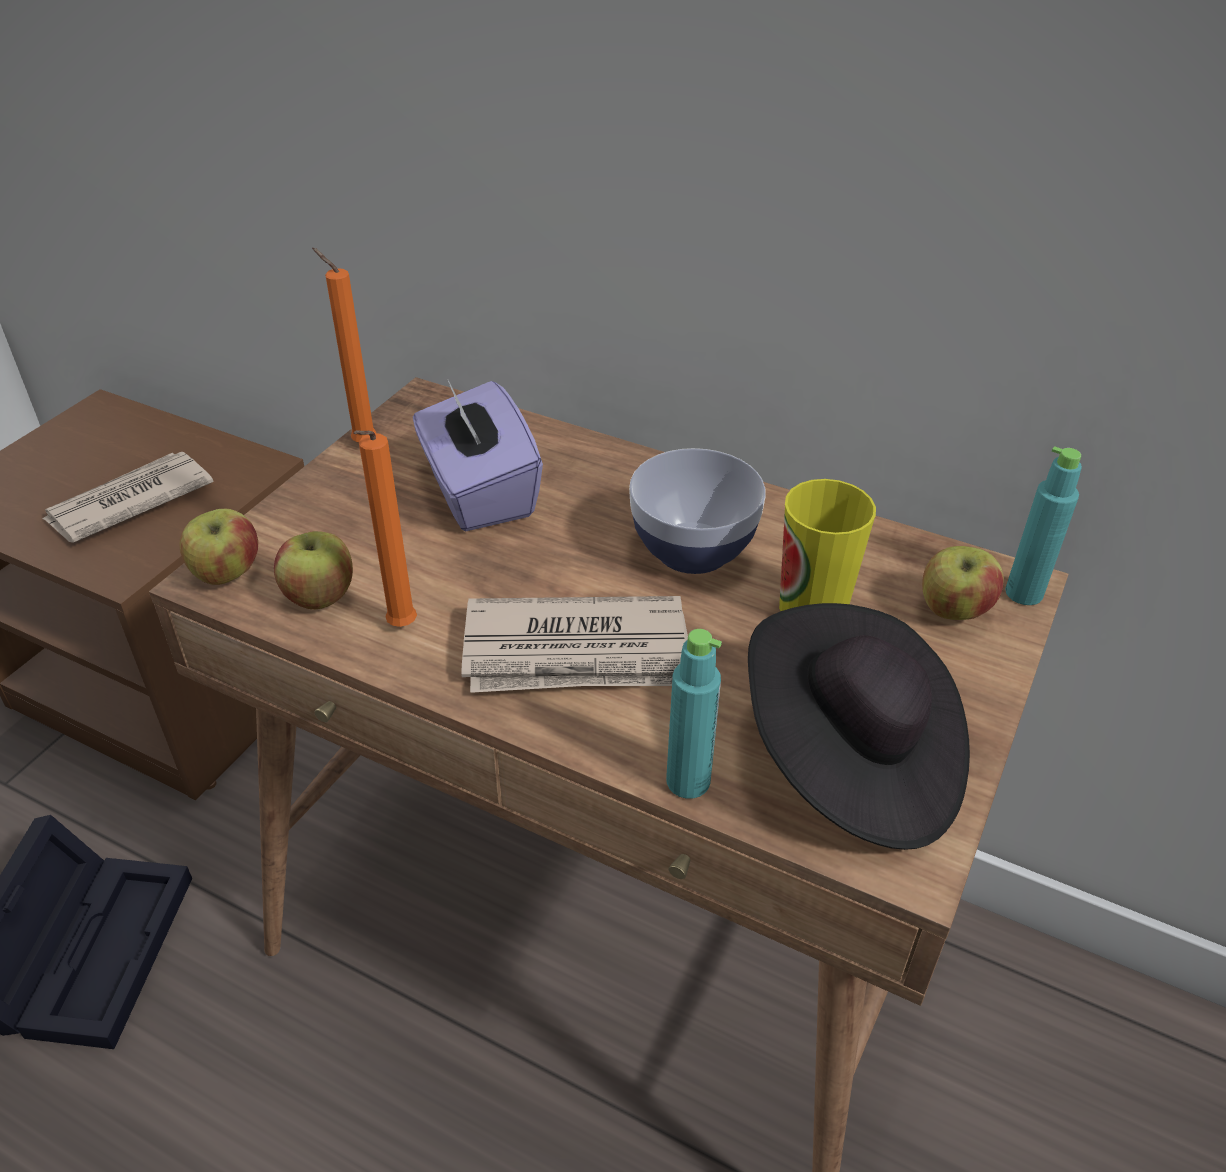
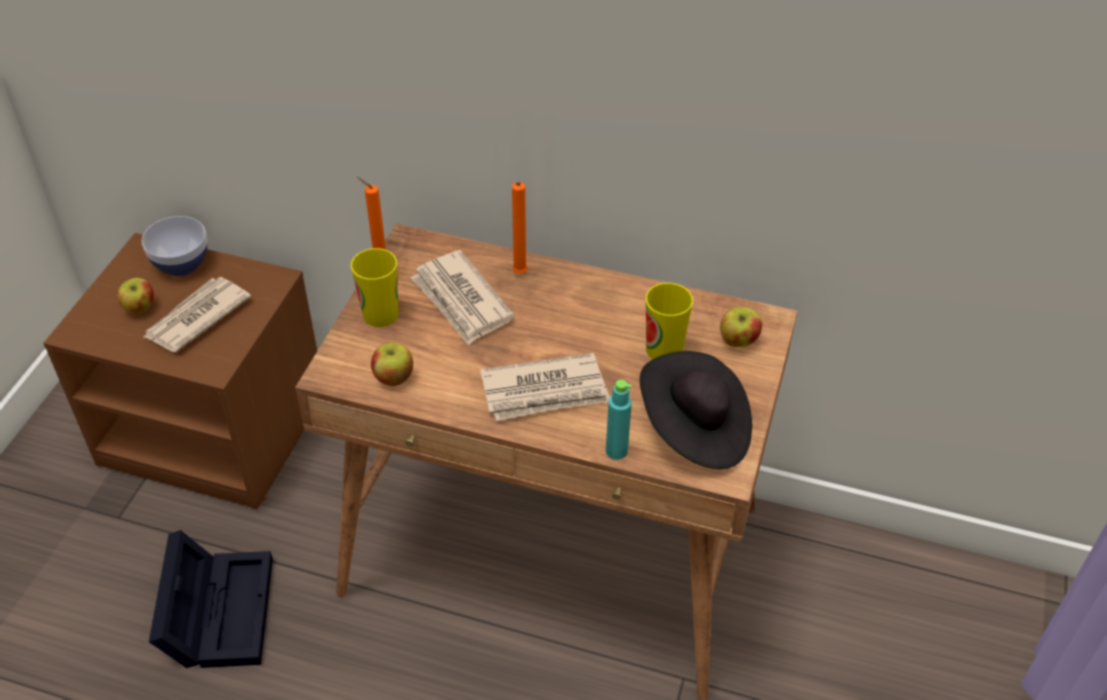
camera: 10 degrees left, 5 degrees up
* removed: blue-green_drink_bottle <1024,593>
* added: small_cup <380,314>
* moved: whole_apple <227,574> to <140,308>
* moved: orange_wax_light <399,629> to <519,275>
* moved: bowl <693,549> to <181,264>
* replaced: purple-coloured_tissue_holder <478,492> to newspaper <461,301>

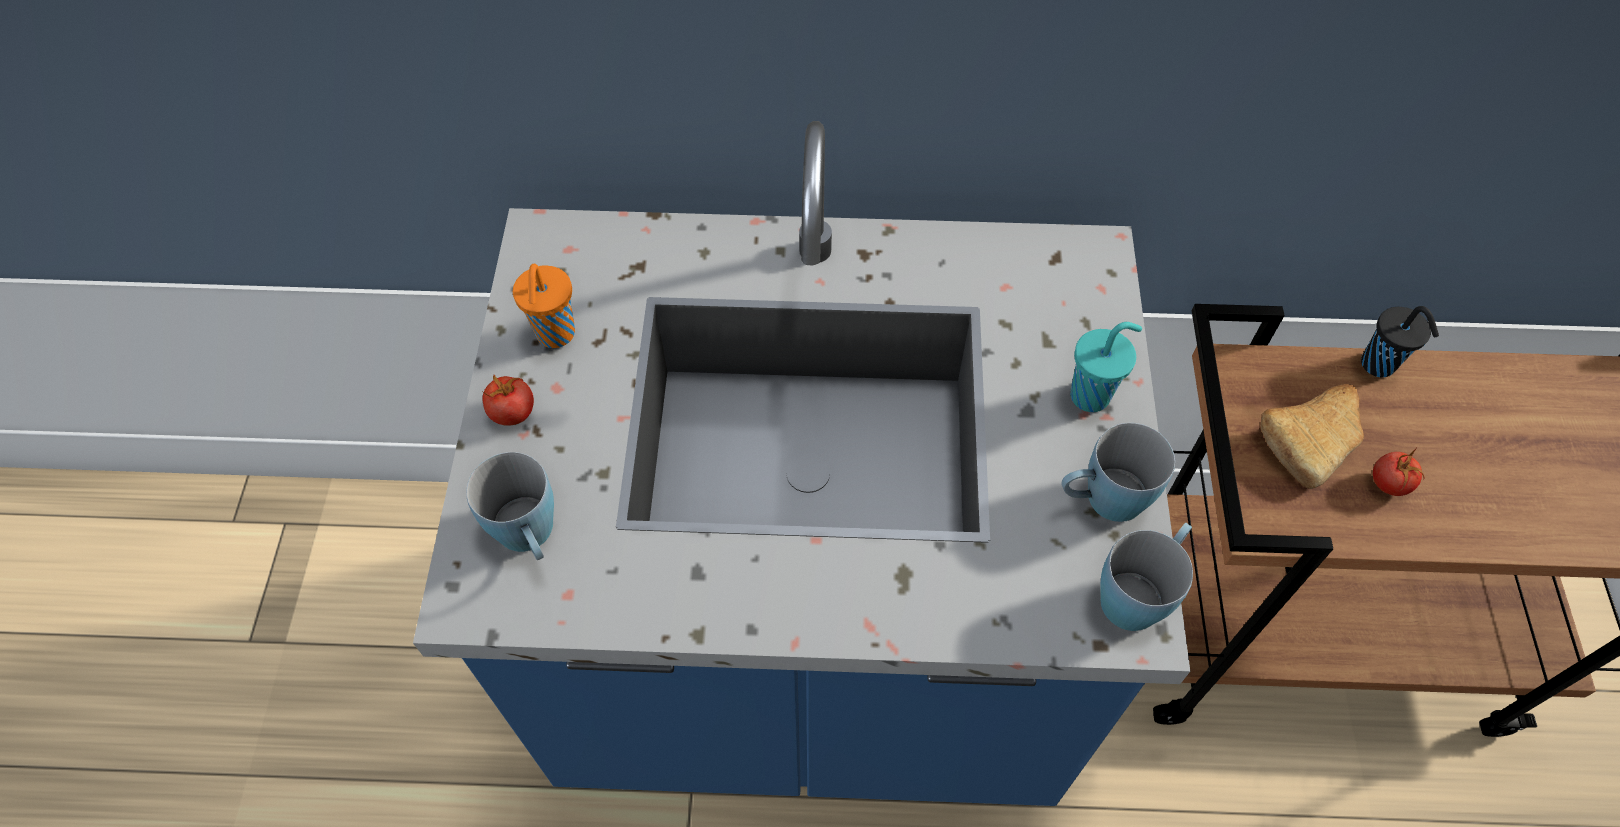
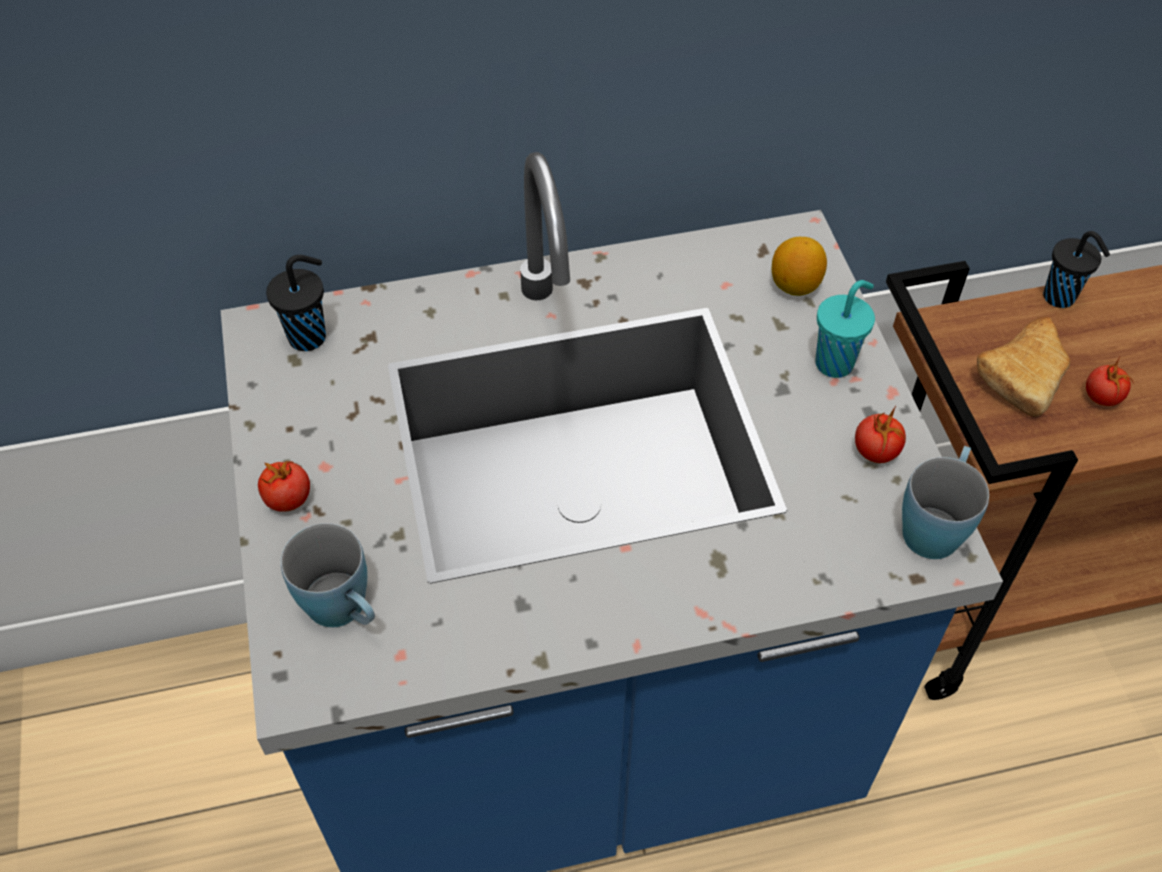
camera: 15 degrees left, 5 degrees down
* removed: orange_small_cup <555,335>
* added: black-coloured_small_cup <310,336>
* added: citrus_fruit <795,285>
* replaced: bluish_tea_mug <1102,500> to whole_tomato <875,452>

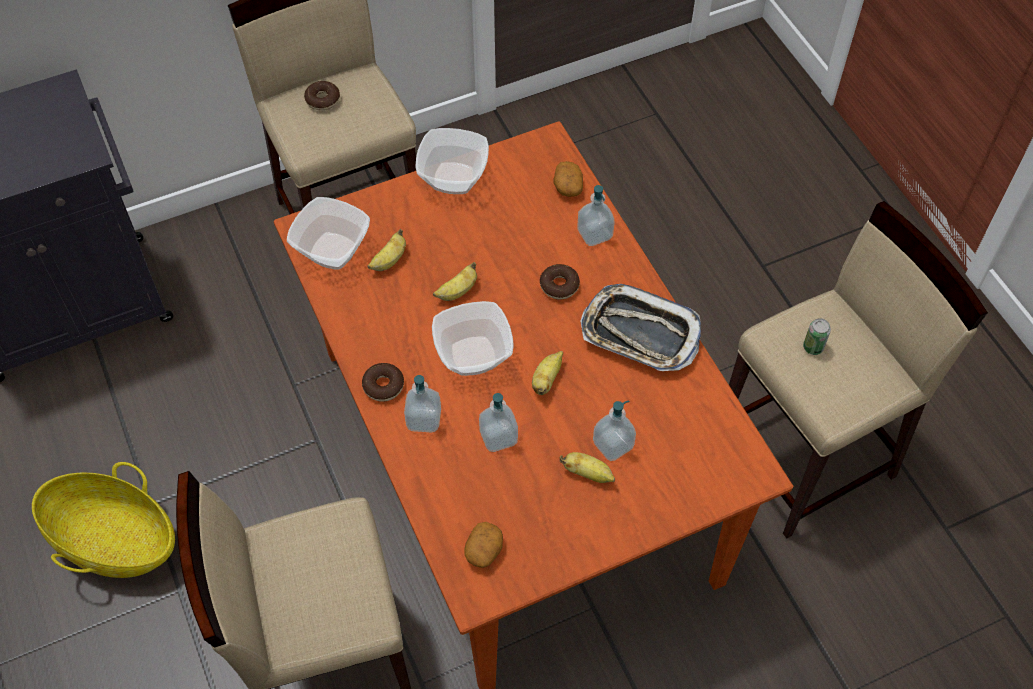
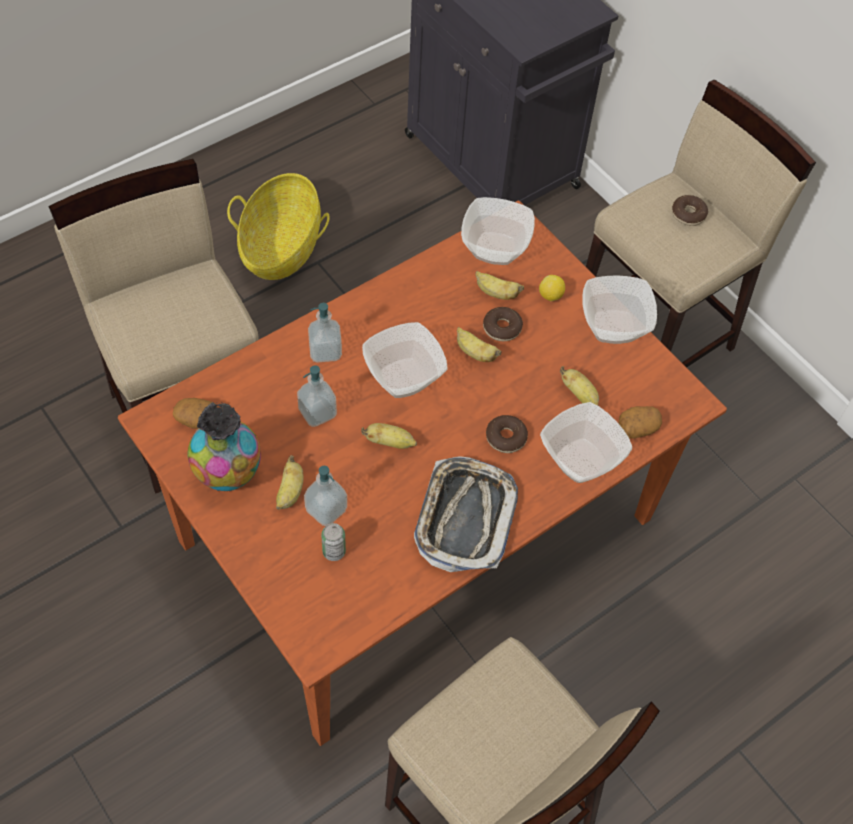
camera: 75 degrees right, 0 degrees up
* added: vase <228,476>
* added: citrus_fruit <550,296>
* added: banana_fruit <580,395>
* moved: ring_doughnut <383,386> to <502,328>
* moved: metal_can <813,347> to <334,551>
* replaced: liquid_soap_bottle <594,234> to bowl <582,461>

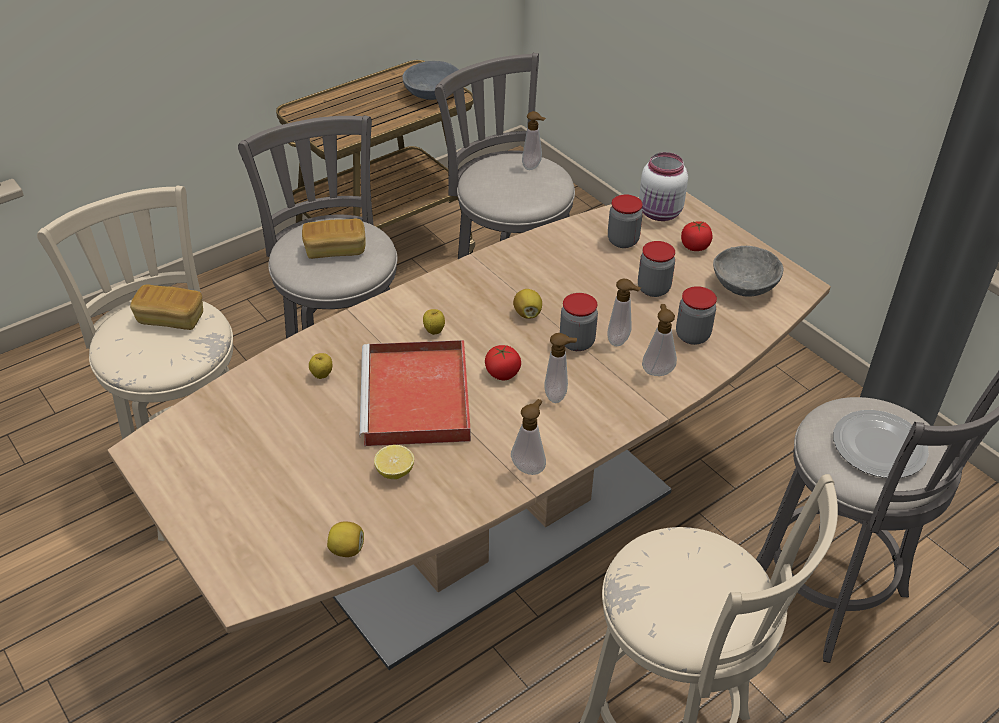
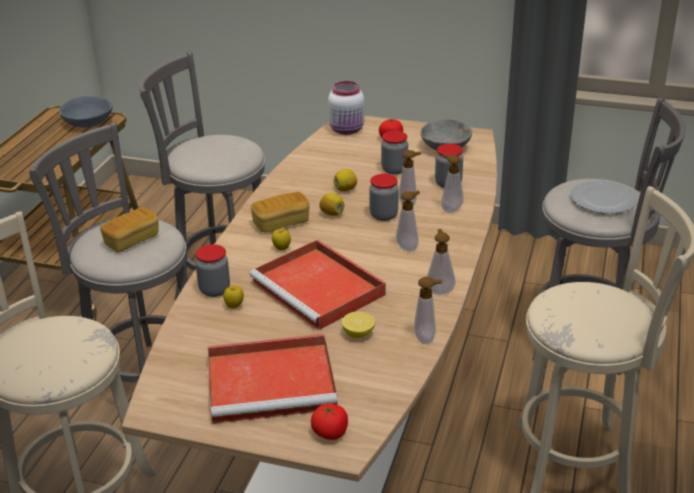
camera: 35 degrees left, 10 degrees down
* added: red_carrying_tray <274,382>
* moved: bread <171,319> to <281,223>
* moved: citrus_fruit <347,549> to <345,189>
* moved: whole_tomato <502,373> to <330,432>
* moved: liquid_soap_bottle <533,167> to <427,338>
* moved: storage_jar <623,241> to <214,290>

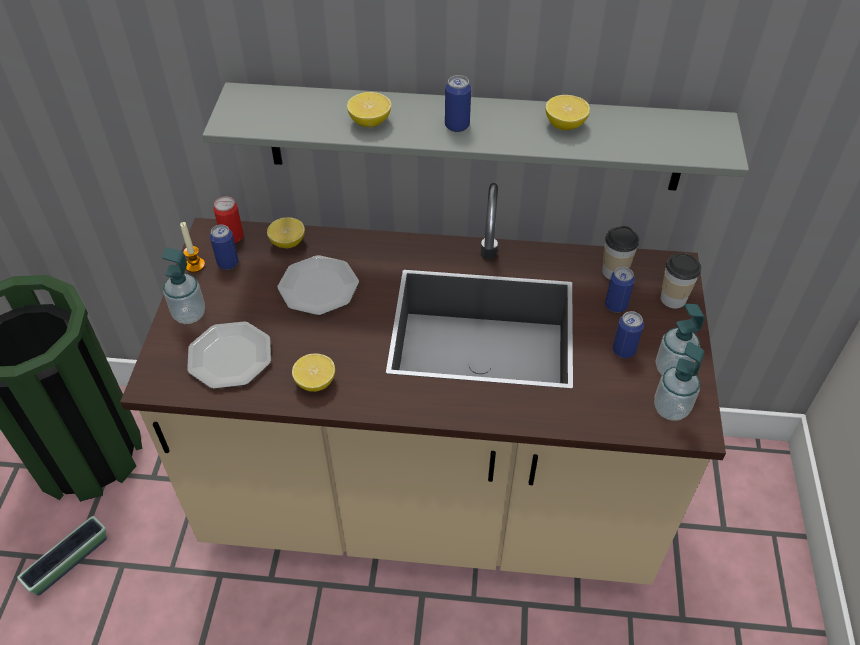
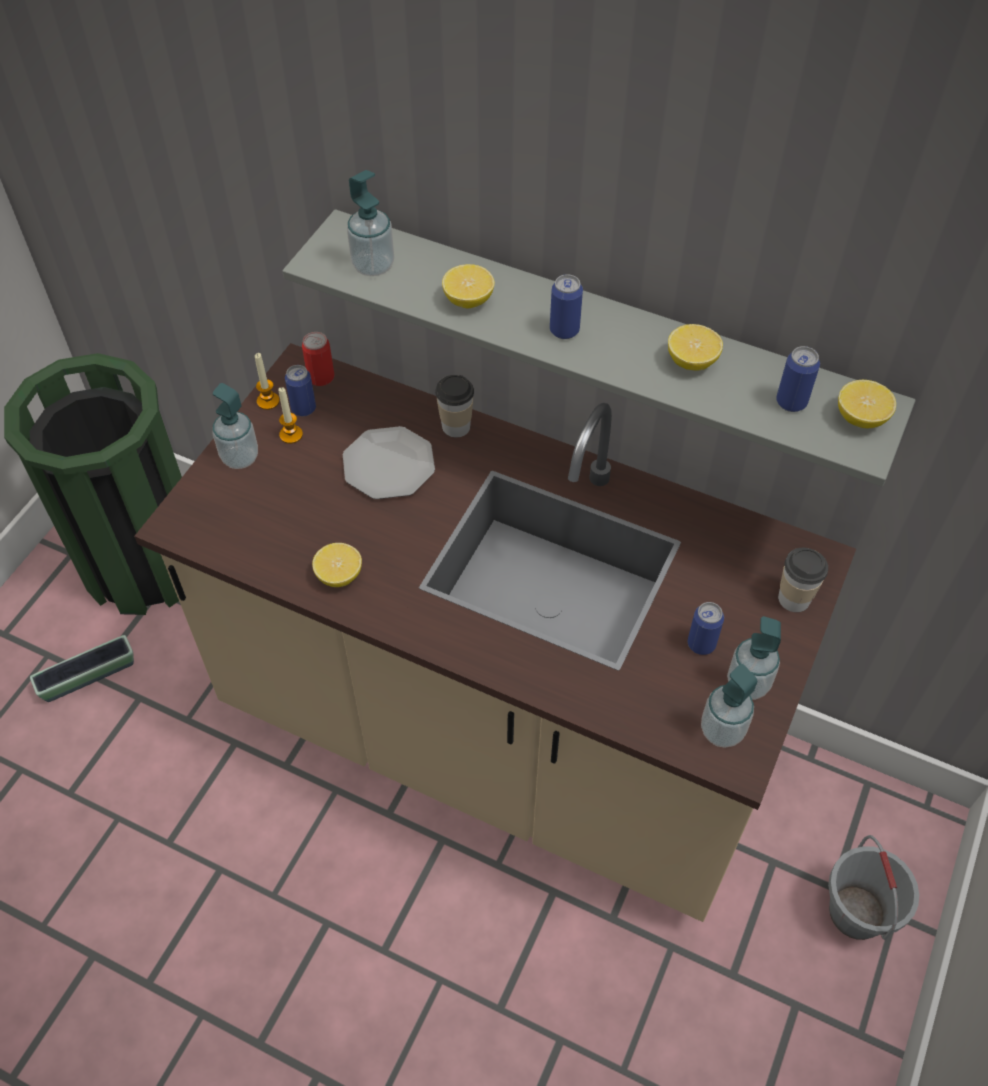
camera: 20 degrees right, 5 degrees up
* removed: dinner_plate <231,356>
* added: wax_light <291,435>
* added: liquid_soap_bottle <373,265>
* added: grey_pail <857,912>
* moved: citrus_fruit <288,242> to <861,418>
* moved: small_cup <614,272> to <456,426>
* moved: metal_can <616,305> to <791,402>

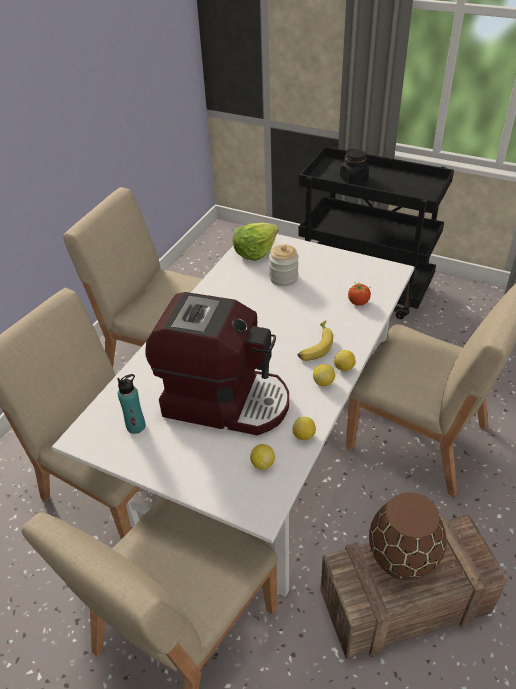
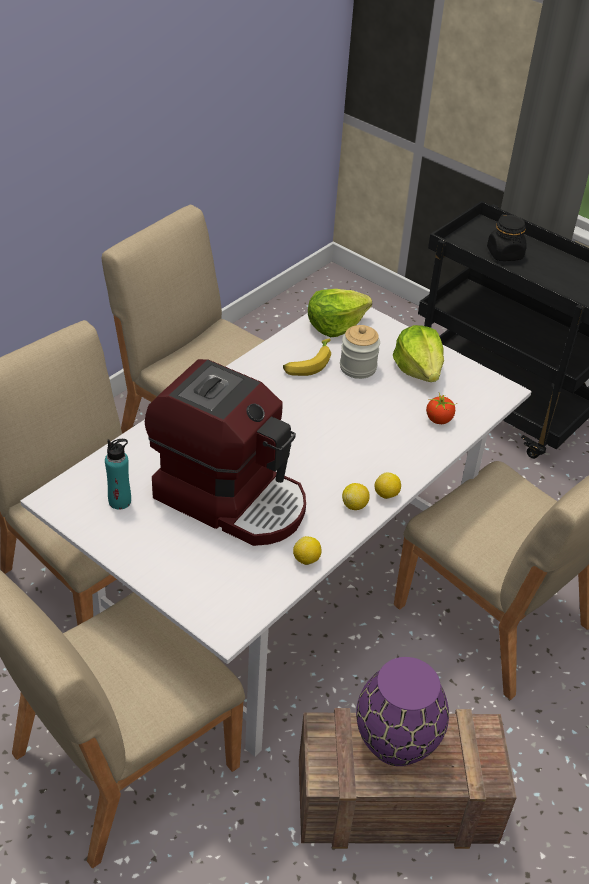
camera: 10 degrees right, 0 degrees up
* removed: citrus_fruit <262,463>
* added: lettuce_head <419,369>
* moved: banana_fruit <315,346> to <308,363>
* recoloured: brown_vase <402,560> to purple-coloured_vase <396,743>

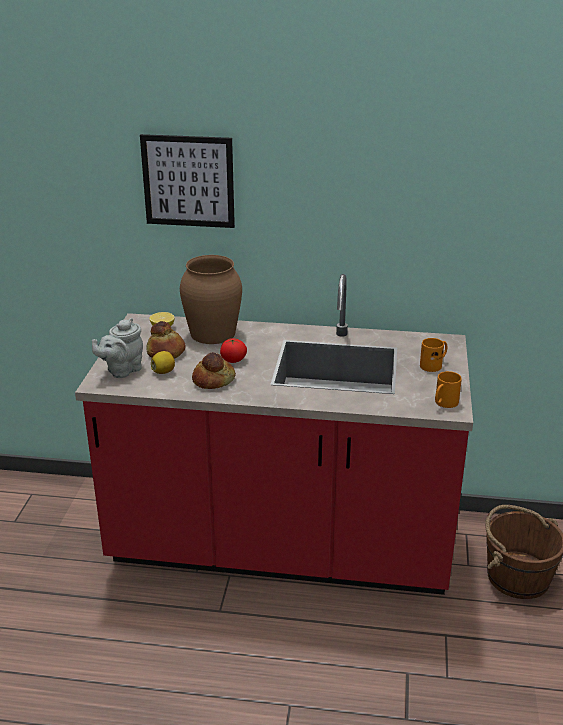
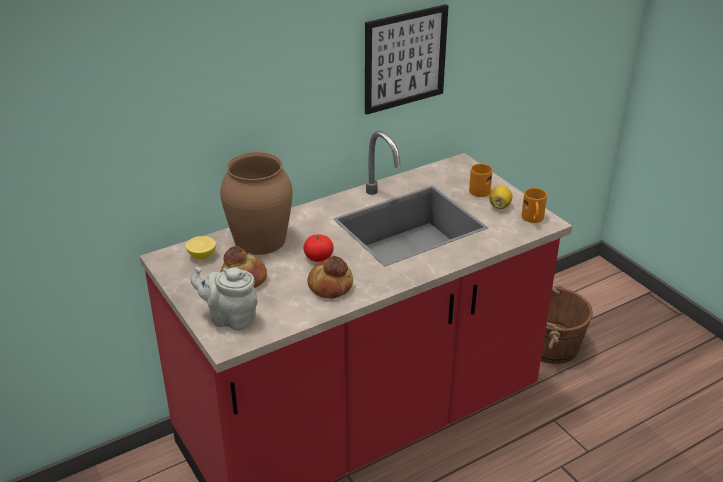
camera: 40 degrees left, 5 degrees up
* moved: picture <188,181> to <405,59>
* moved: citrus_fruit <163,372> to <499,206>
* turned: grey_pot_for_tea <122,370> = <230,318> 105 degrees clockwise

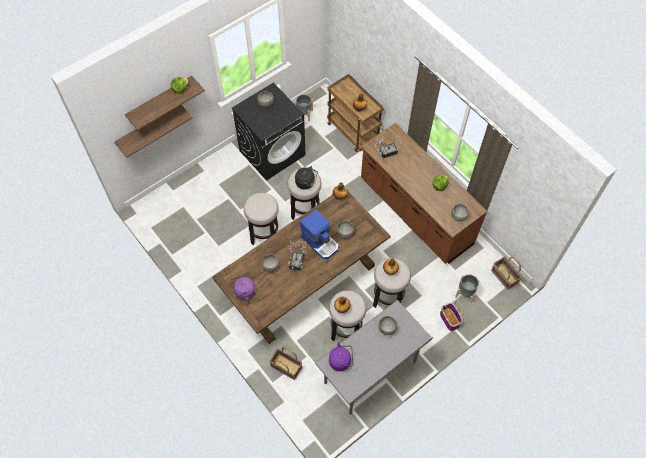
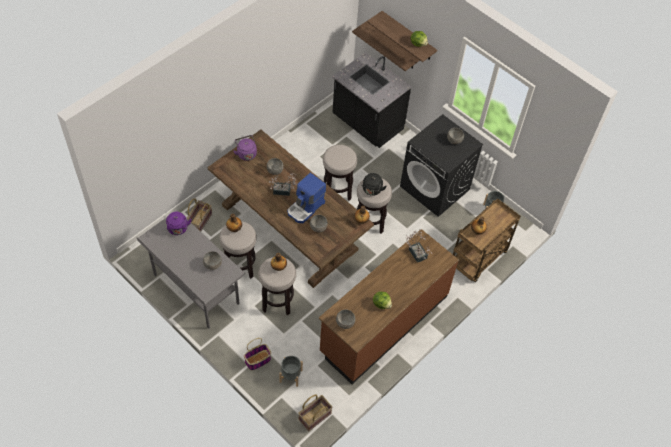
camera: 80 degrees right, 5 degrees down
* added: black-coloured_kitchen_counter <367,123>

